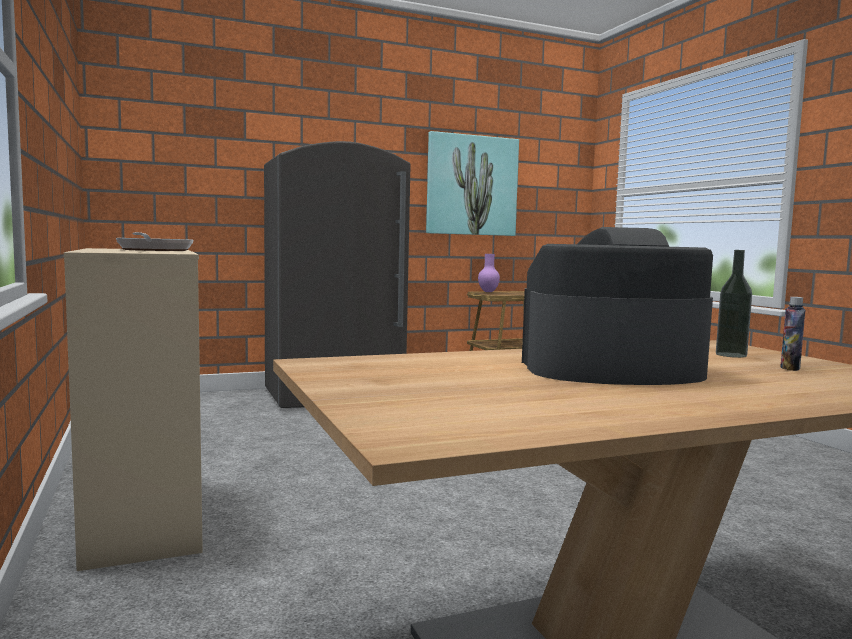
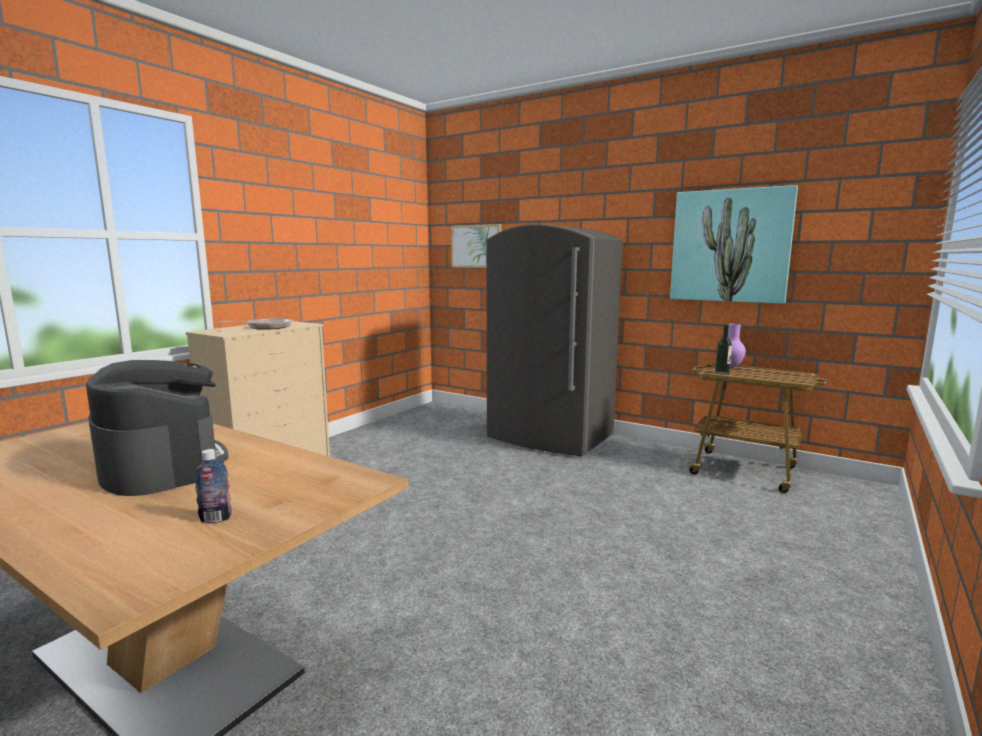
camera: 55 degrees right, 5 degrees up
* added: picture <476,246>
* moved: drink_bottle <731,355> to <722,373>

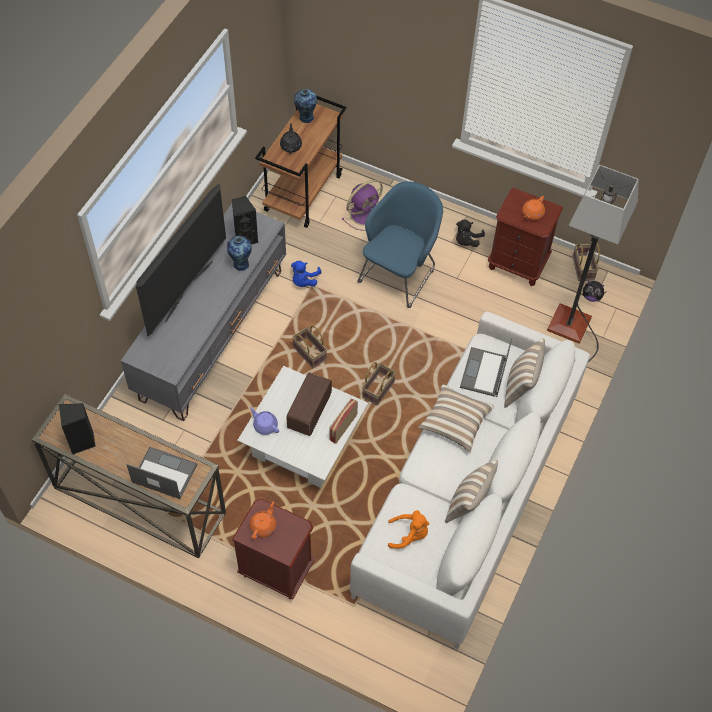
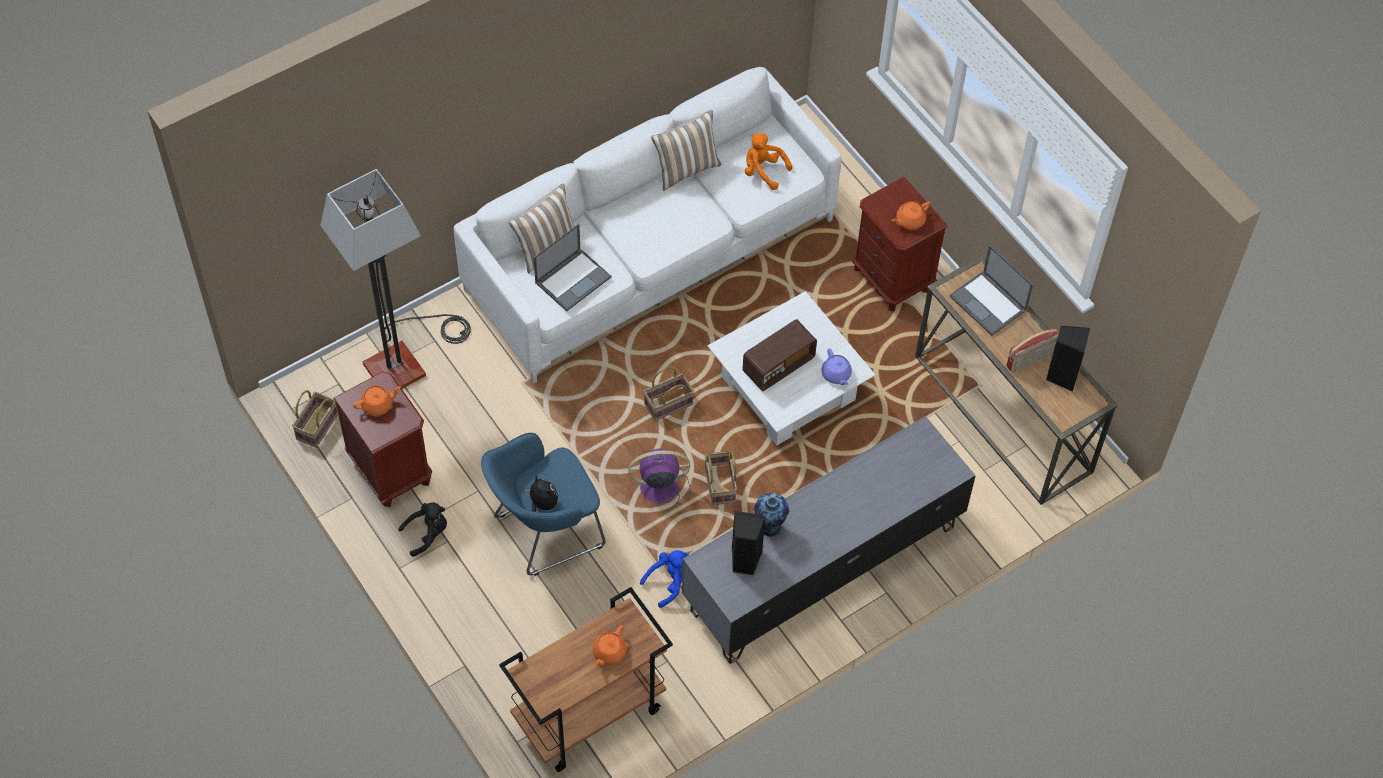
camera: 150 degrees left, 0 degrees up
* removed: television <188,291>
* removed: vase <305,117>
* removed: pillow <455,423>
* moved: radio_receiver <343,427> to <1030,360>
* moved: purple-coloured_electric_fan <365,213> to <657,487>
* moved: soft_toy <591,297> to <542,504>
* recoloured: black-coloured_pot_for_tea <291,145> to orange_pot_for_tea <609,653>

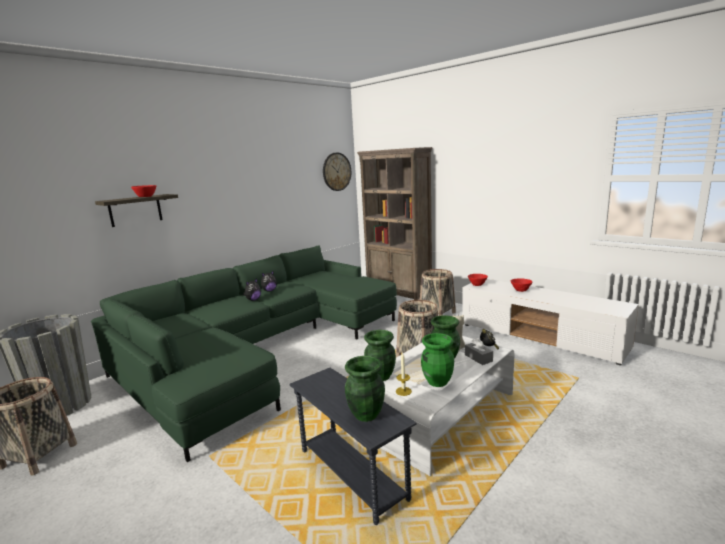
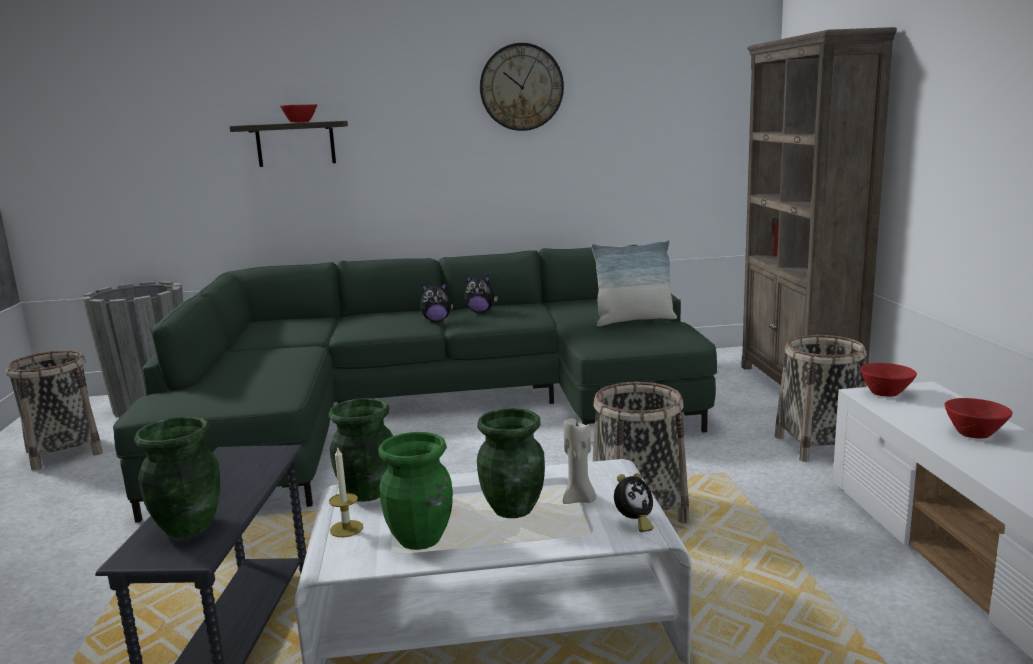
camera: 40 degrees right, 0 degrees up
* removed: grey_tissue_holder <478,358>
* added: pillow <634,320>
* moved: wall_clock <336,171> to <521,87>

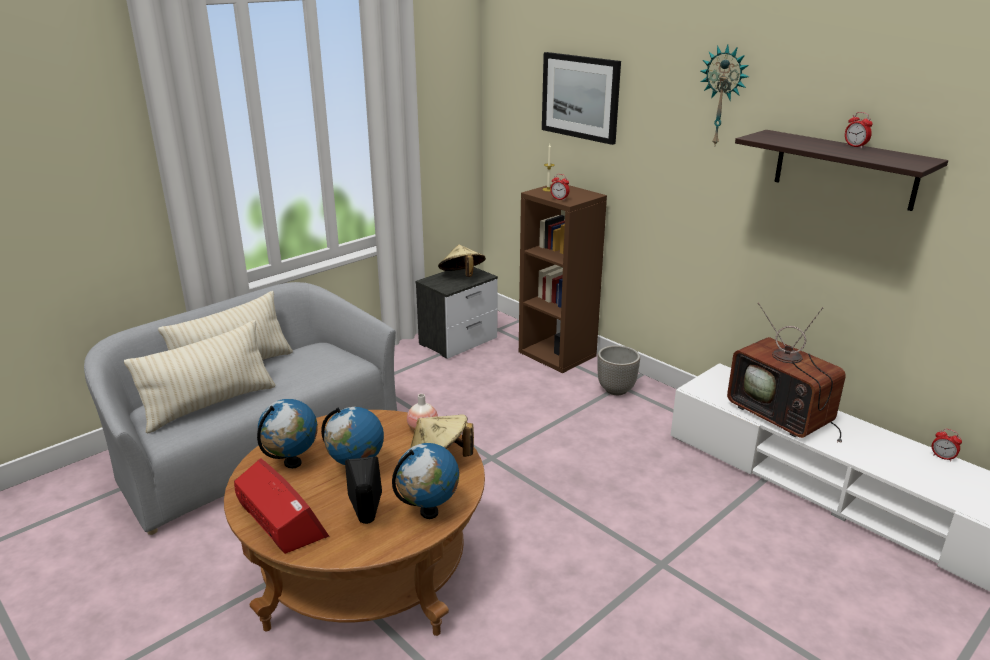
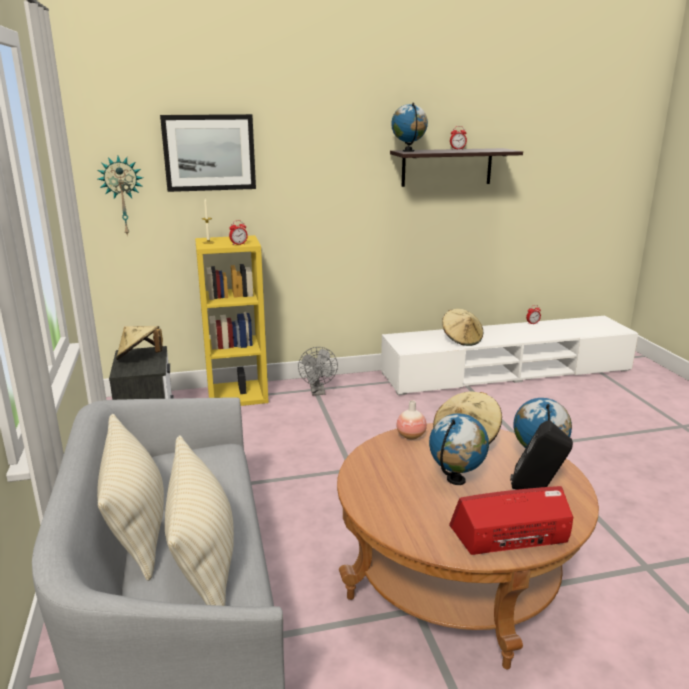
camera: 60 degrees left, 5 degrees down
* moved: globe <292,463> to <408,151>
* moved: wall_clock <723,96> to <123,196>
* replaced: planter <616,390> to grey_electric_fan <318,392>
* replaced: television <783,416> to sand-coloured_clothing_hat <461,340>
* recoloured: brown_bookcase <558,354> to yellow-coloured_bookcase <238,395>

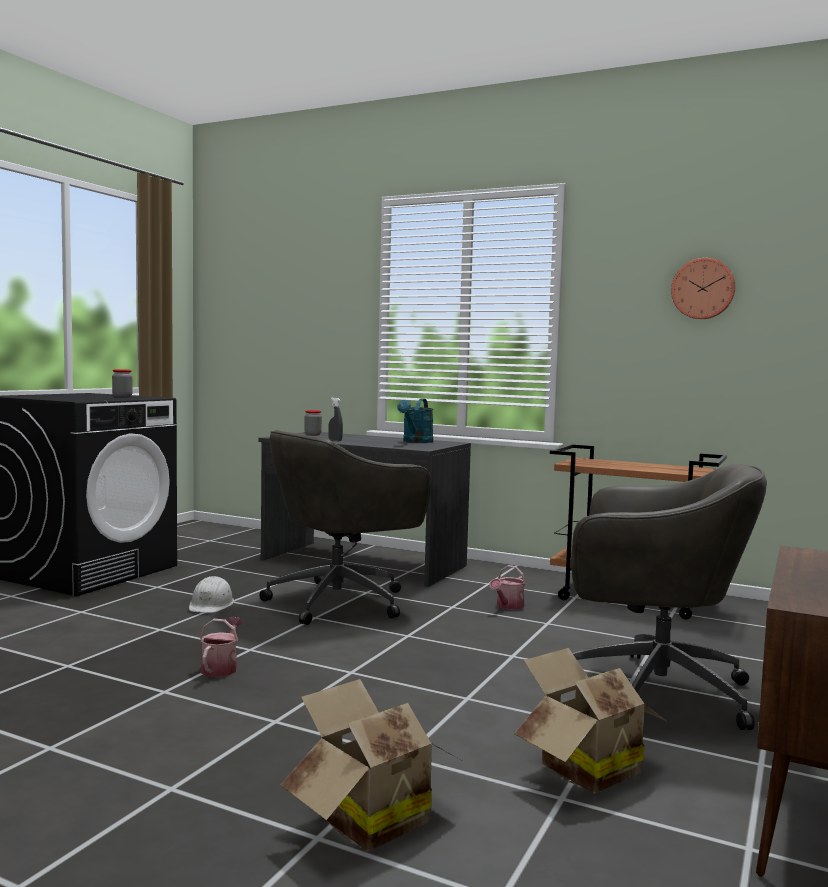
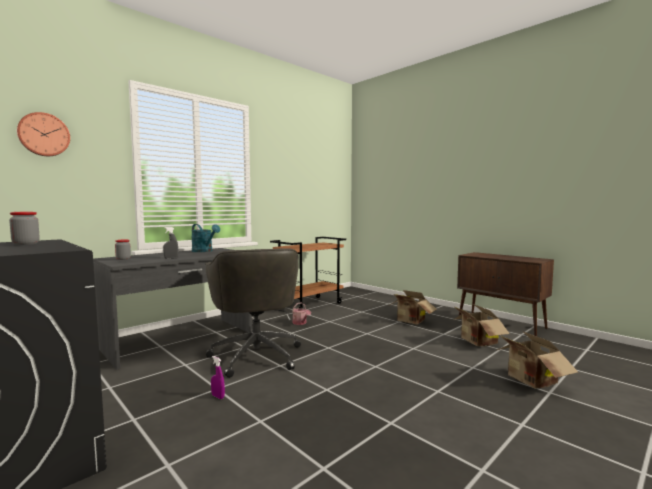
camera: 70 degrees left, 0 degrees up
* removed: watering_pot <221,667>
* moved: wall_clock <703,289> to <44,135>
* replaced: white-coloured_work_helmet <211,604> to purple-coloured_spray_bottle <218,396>
* replaced: grey_desk_chair <651,691> to carton <410,321>

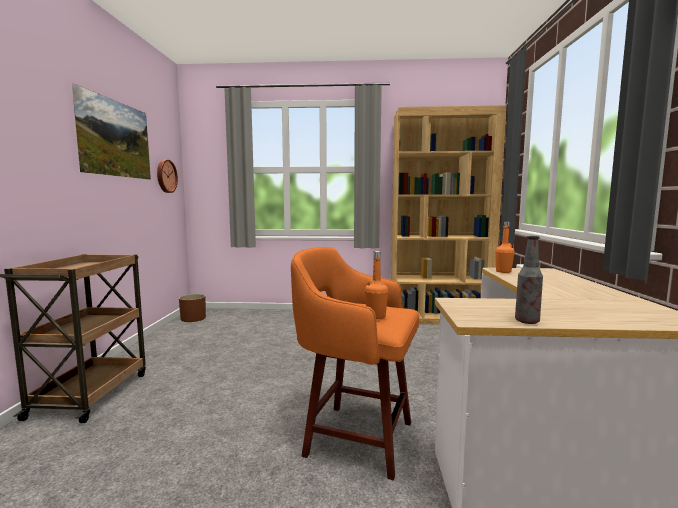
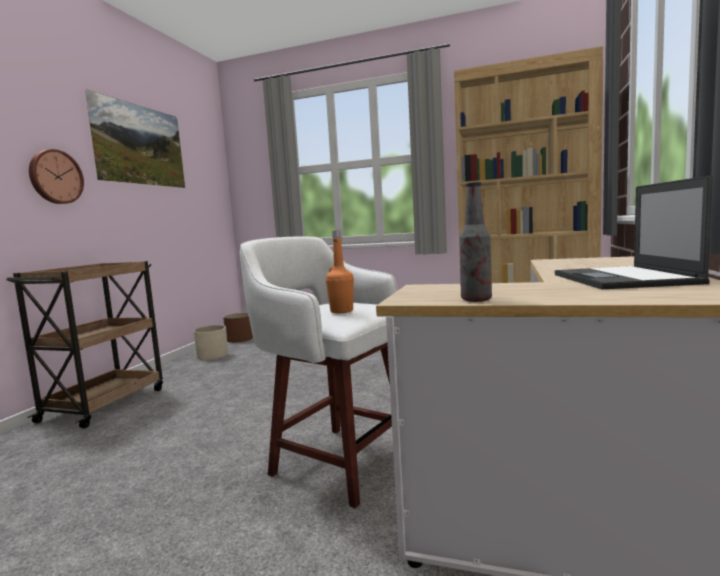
camera: 15 degrees right, 0 degrees up
* removed: orange_drink_bottle <503,271>
* added: sand-coloured_planter <212,355>
* added: portable_computer <623,279>
* moved: wall_clock <165,176> to <55,177>
* recoloured: orange_sitting_stool <355,437> to white-coloured_sitting_stool <339,461>

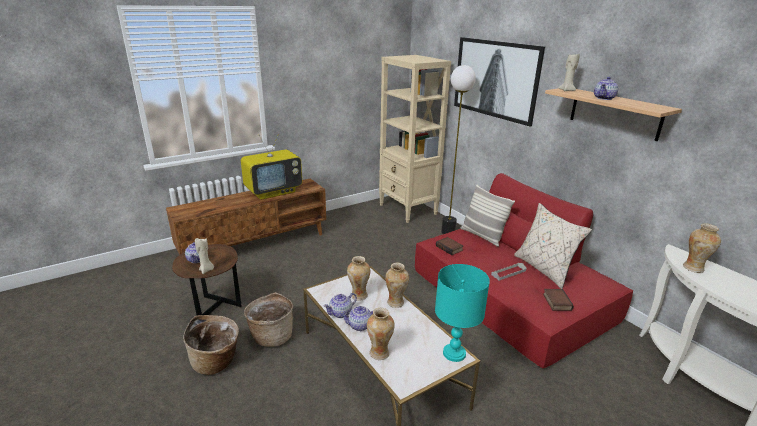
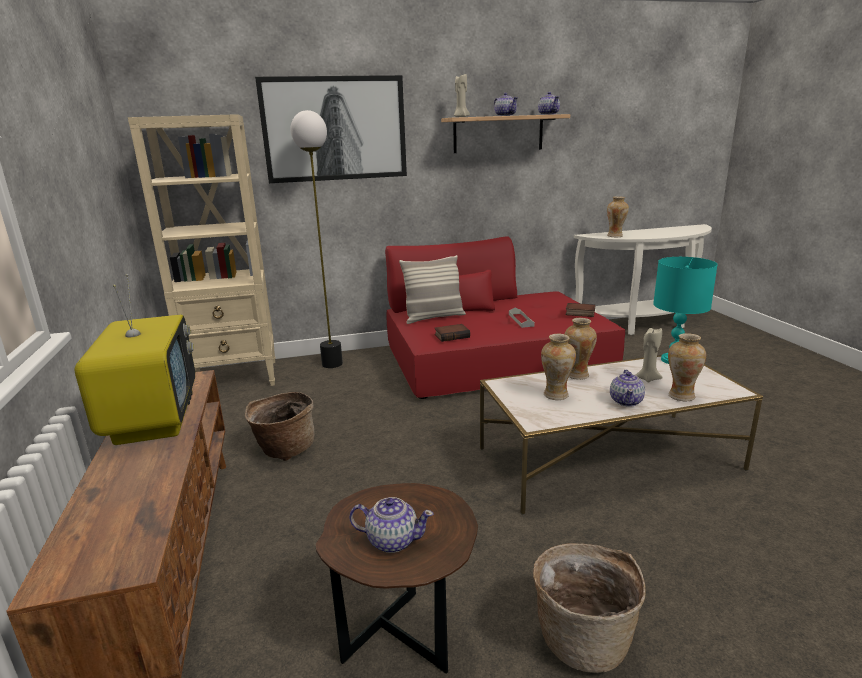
camera: 70 degrees left, 5 degrees down
* removed: sand-coloured_pillow <544,269>
* moved: sand-coloured_wax_light <206,270> to <647,378>
* moved: storage_basket <271,336> to <284,449>
* moved: pot_for_tea <341,313> to <548,114>

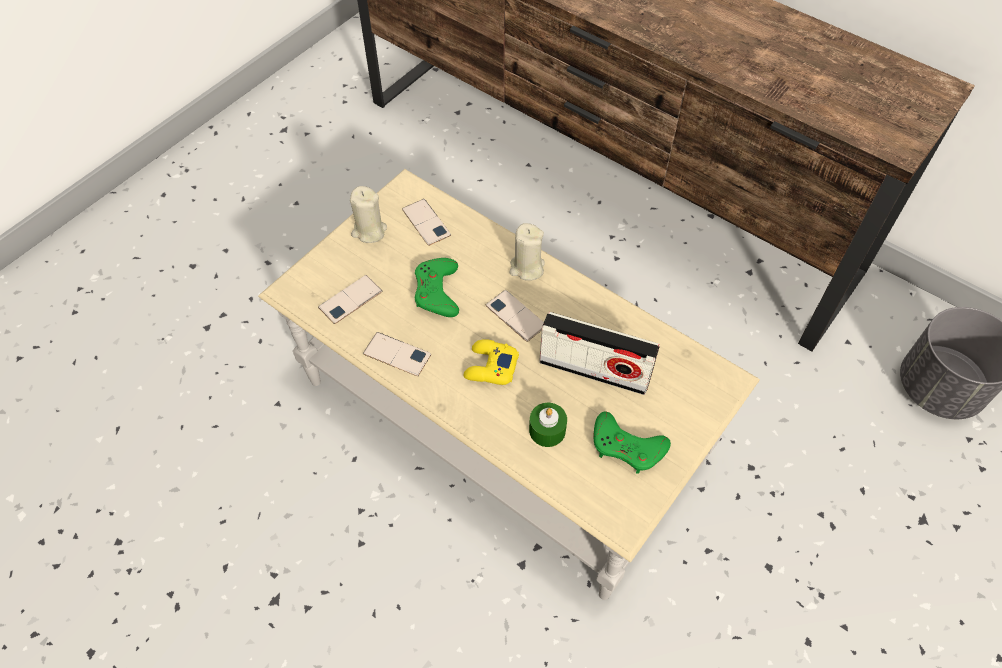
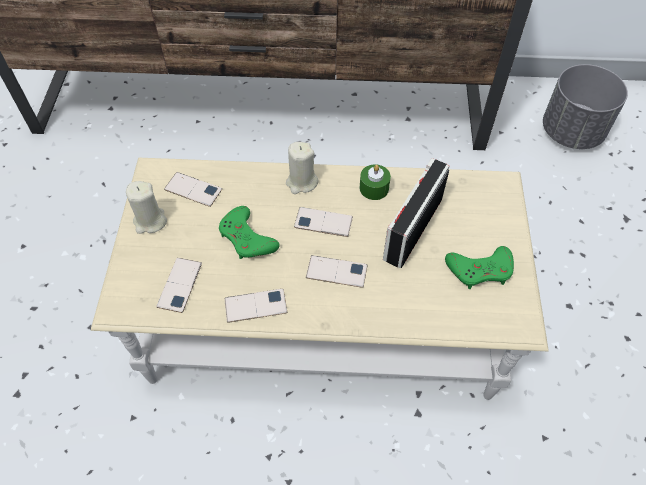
camera: 35 degrees left, 0 degrees up
* moved: green_wax_light <547,430> to <374,188>
* replaced: yellow-coloured_gamepad <490,367> to phone <336,271>
* turned: radio_receiver <594,370> = <412,229> 135 degrees clockwise

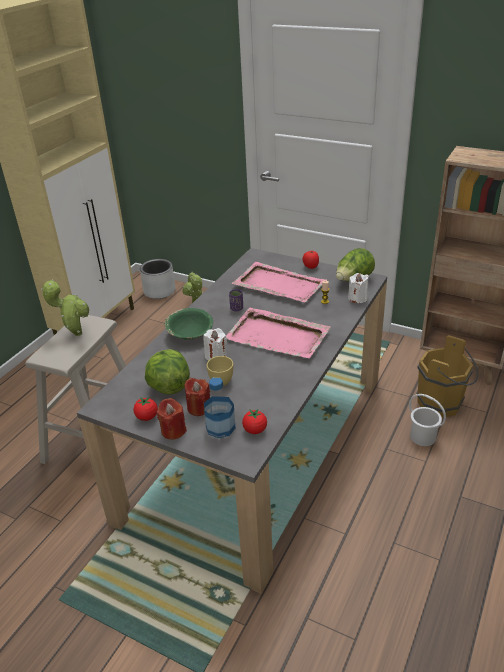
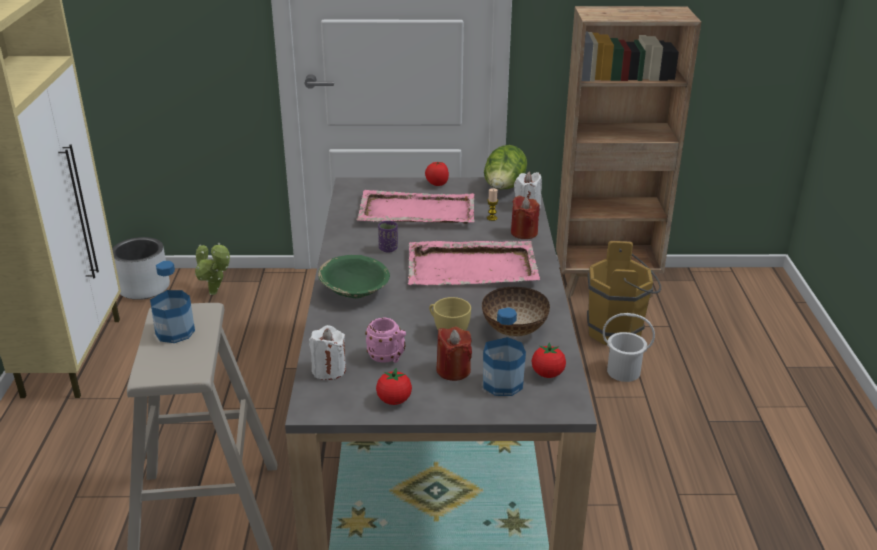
camera: 30 degrees left, 5 degrees down
* added: bowl <513,330>
* moved: red_wax_light <173,430> to <524,233>
* moved: white-coloured_wax_light <216,355> to <329,370>
* replaced: plant_in_a_pot <75,333> to drink_bottle <175,332>
* replaced: lettuce_head <169,387> to pink_tea_mug <388,358>

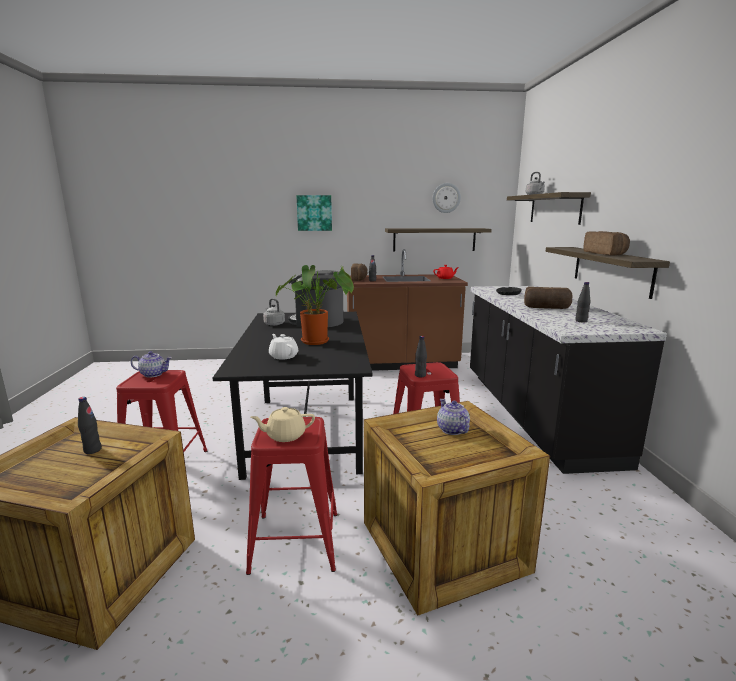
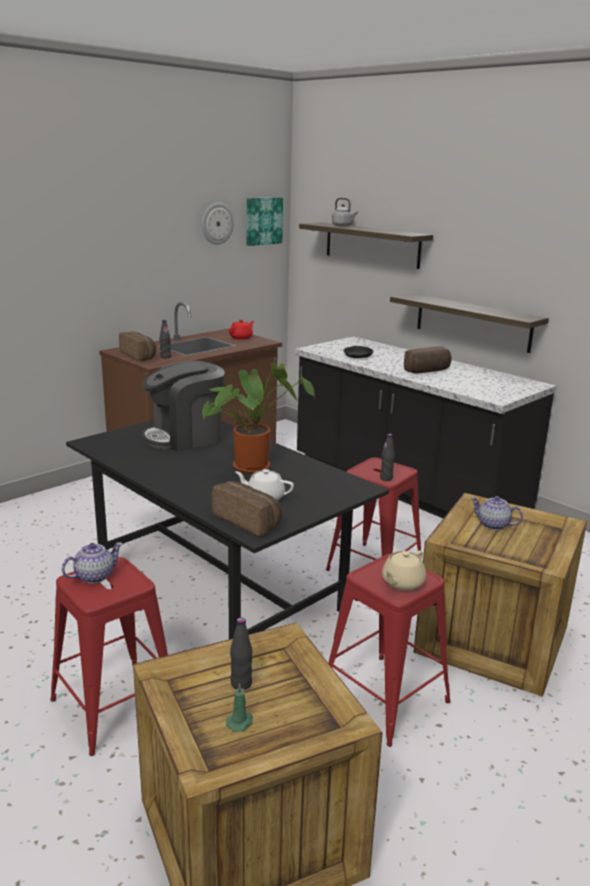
camera: 40 degrees left, 5 degrees up
* removed: grey_tea_kettle <273,324>
* removed: wall_shelf <434,239>
* removed: black-coloured_drink_bottle <581,321>
* added: green_wax_light <240,722>
* moved: picture <314,213> to <263,221>
* moved: bread <606,253> to <248,521>

